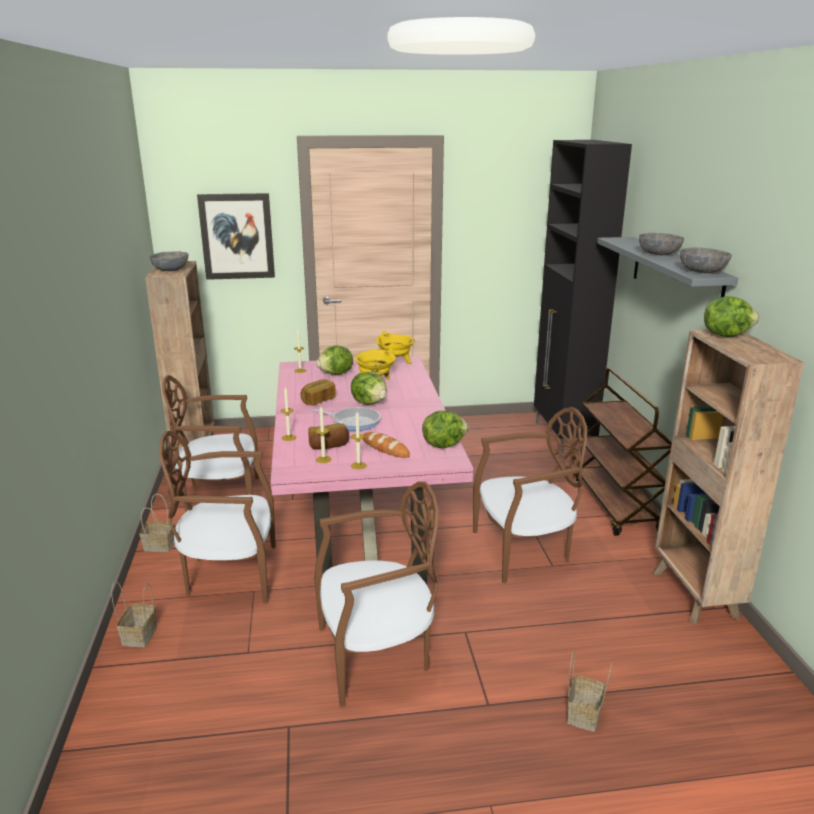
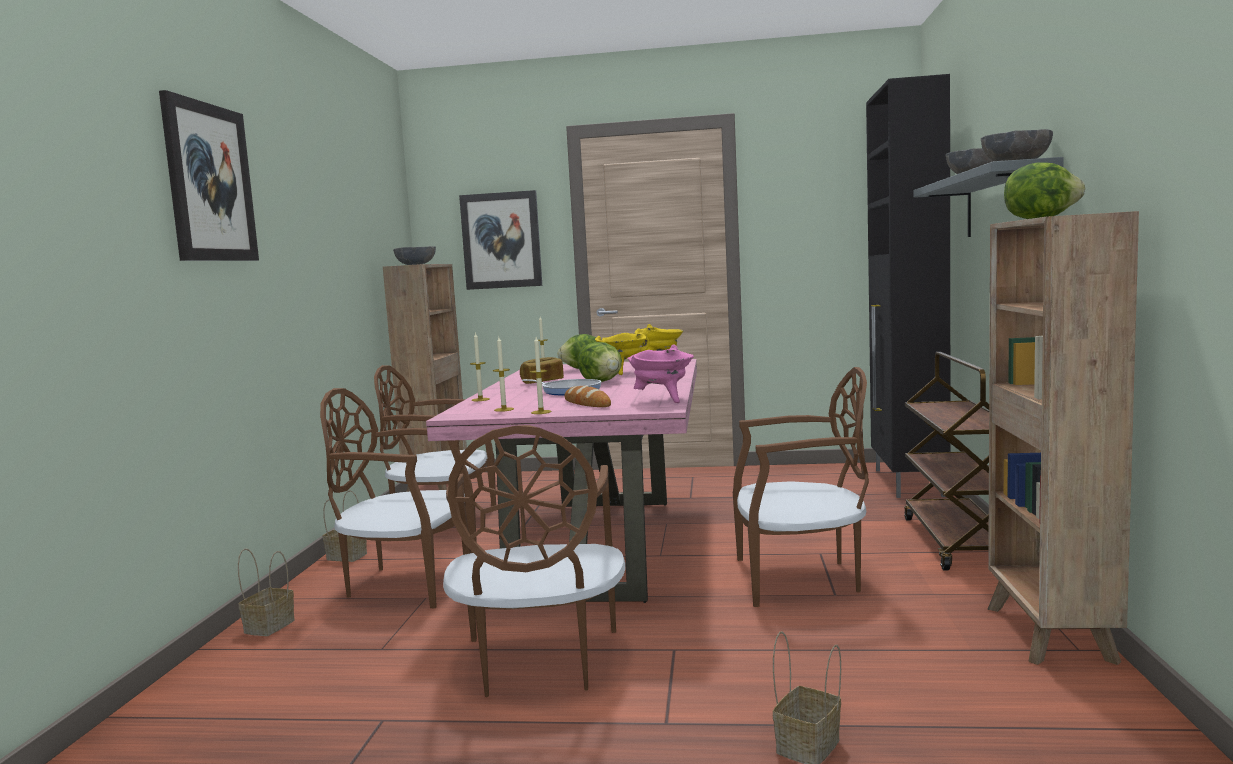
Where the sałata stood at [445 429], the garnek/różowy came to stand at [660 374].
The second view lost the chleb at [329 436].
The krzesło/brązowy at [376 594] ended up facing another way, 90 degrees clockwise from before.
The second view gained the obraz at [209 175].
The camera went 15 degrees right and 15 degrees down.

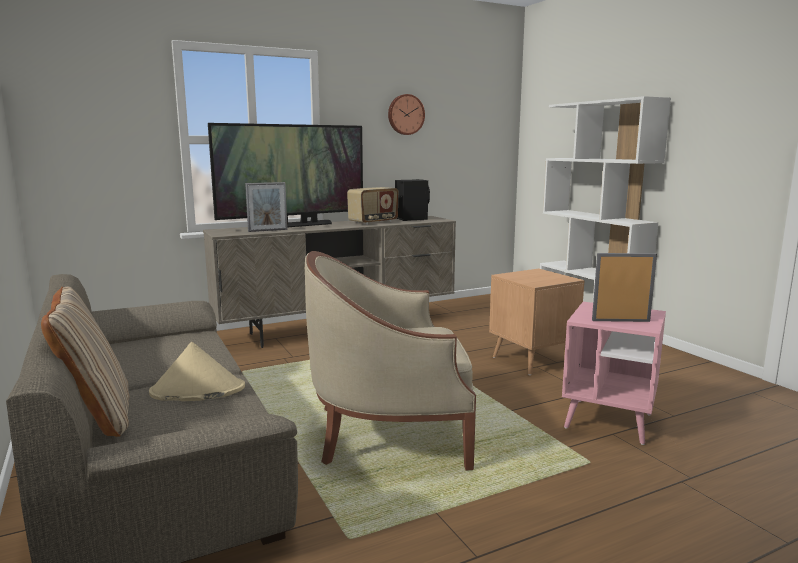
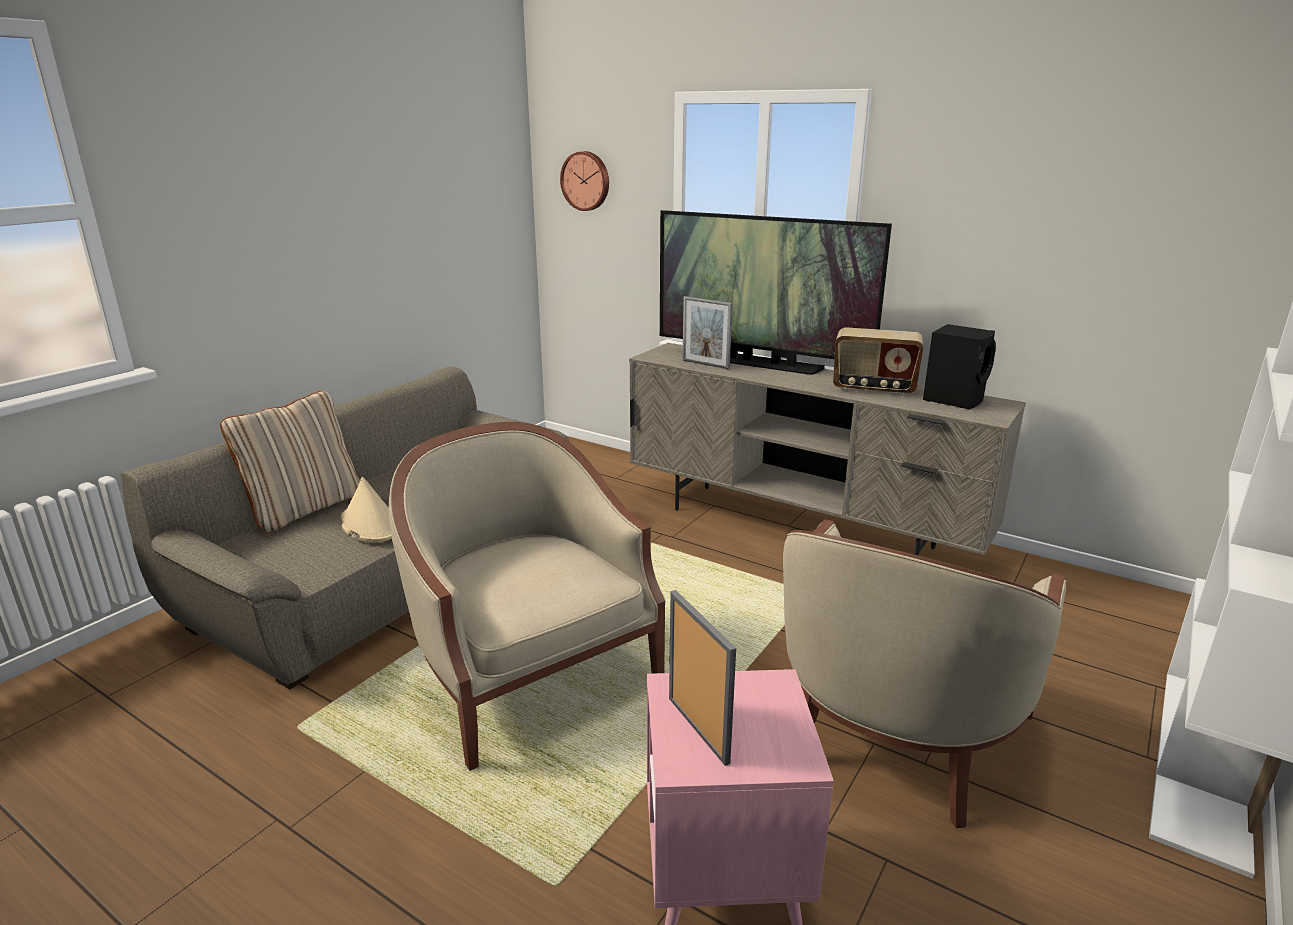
The zegar ścienny ended up elsewhere, having gone from [406 114] to [584 181].
Where the stolik/brązowy stood at [537 322], the fotel/beżowy came to stand at [924 674].
The camera went 60 degrees right and 10 degrees up.

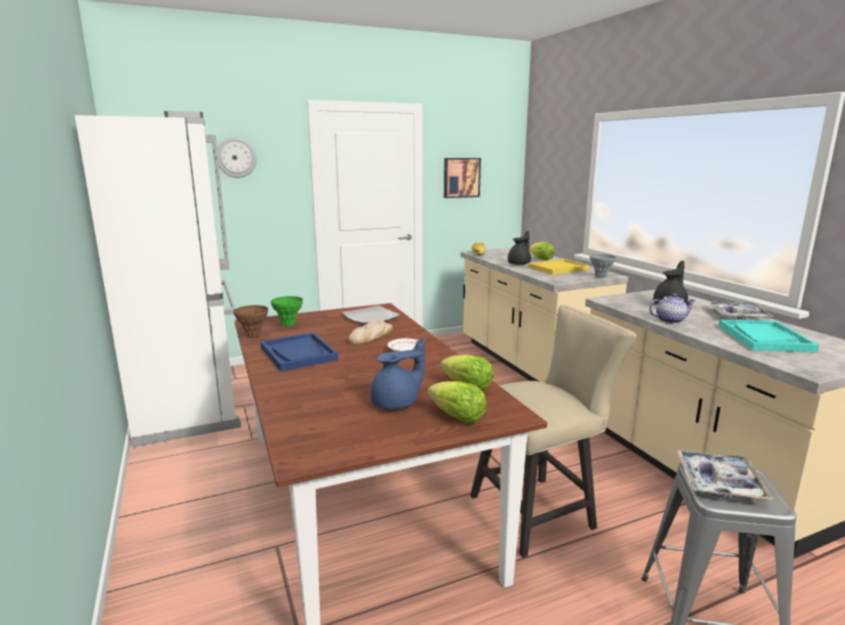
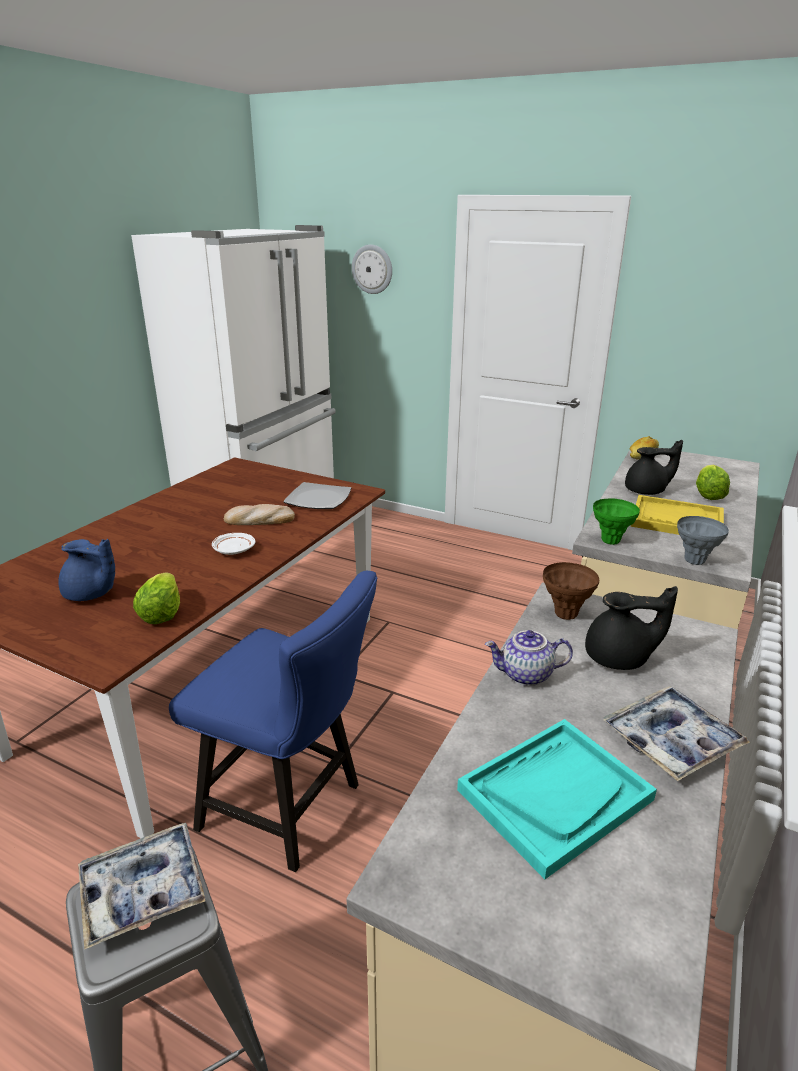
The second view lost the obraz at [462 178].
The imbryk at [672 308] ended up facing another way, 135 degrees clockwise from before.
The wazon/zielony ended up elsewhere, having gone from [287 311] to [616 522].
The wazon/brązowy ended up elsewhere, having gone from [250 321] to [571 591].
What was the krzesło/beżowy at [553 431] turned into the krzesło/niebieski at [273 721].
The second view lost the taca/niebieski at [299 351].
The second view lost the sałata at [457 402].
The camera went 50 degrees right and 10 degrees up.

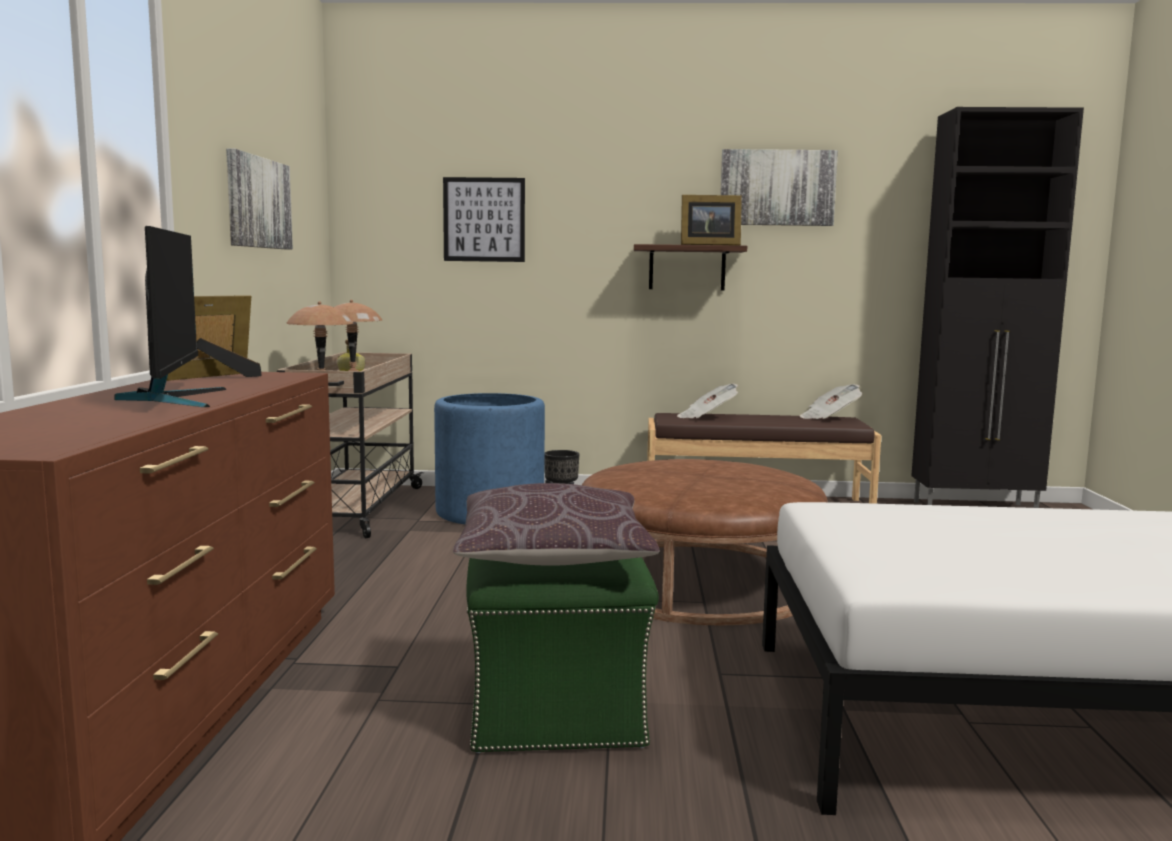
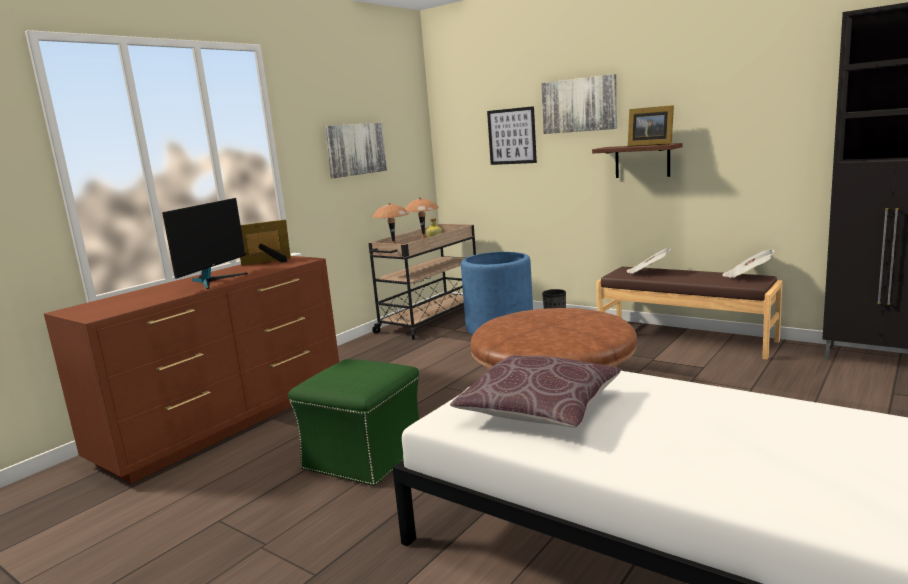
The obraz ended up elsewhere, having gone from [779 187] to [579 104].
The poduszka/brązowy ended up elsewhere, having gone from [556 524] to [535 391].
The camera went 35 degrees right and 5 degrees up.

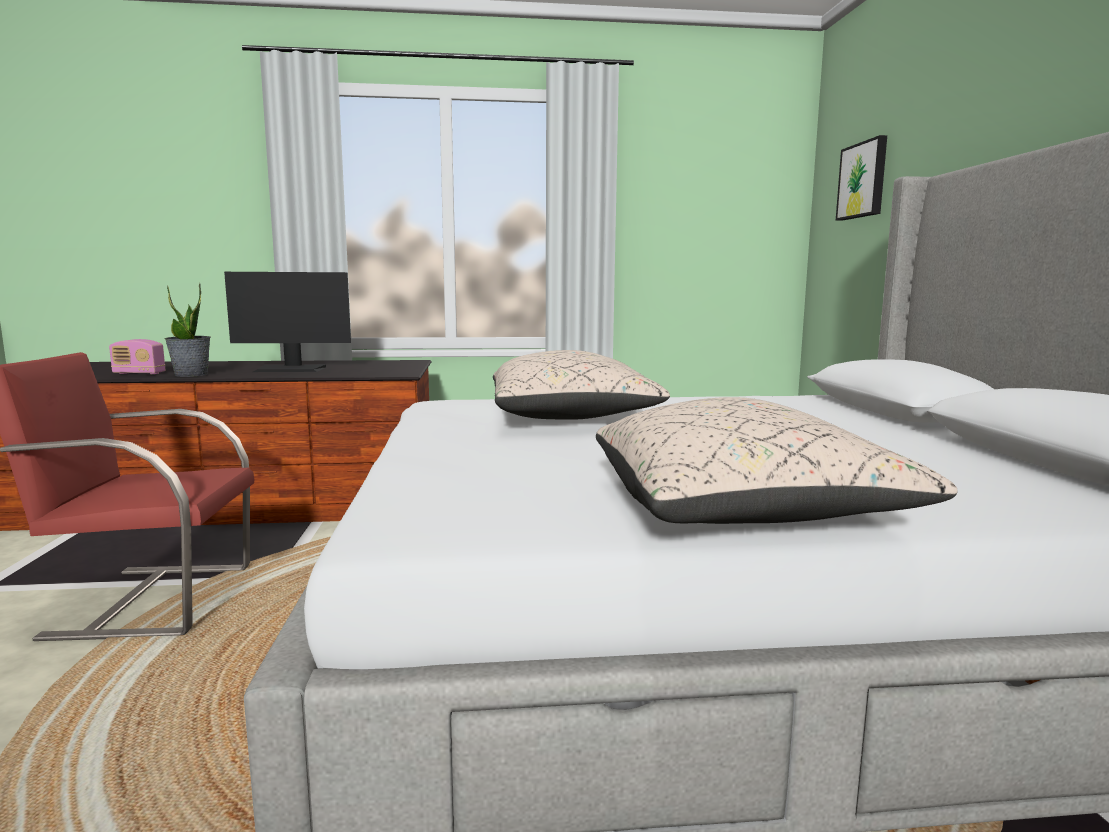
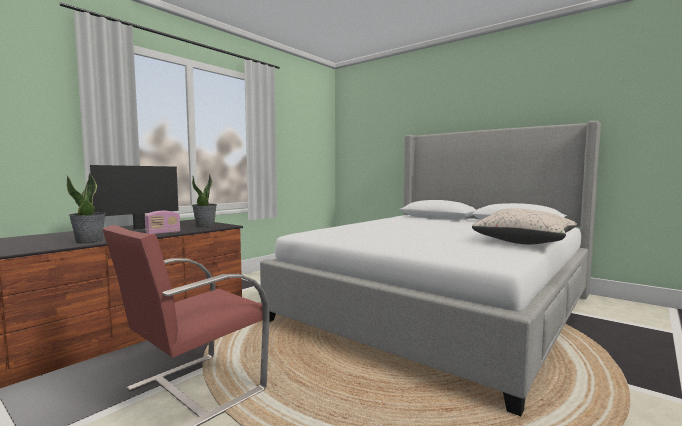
The second view lost the obraz at [861 178].
The radio ended up elsewhere, having gone from [137 356] to [162 222].
The second view lost the poduszka/beżowy at [581 385].
The second view gained the roślina doniczkowa at [204 200].
The camera went 45 degrees left and 5 degrees down.

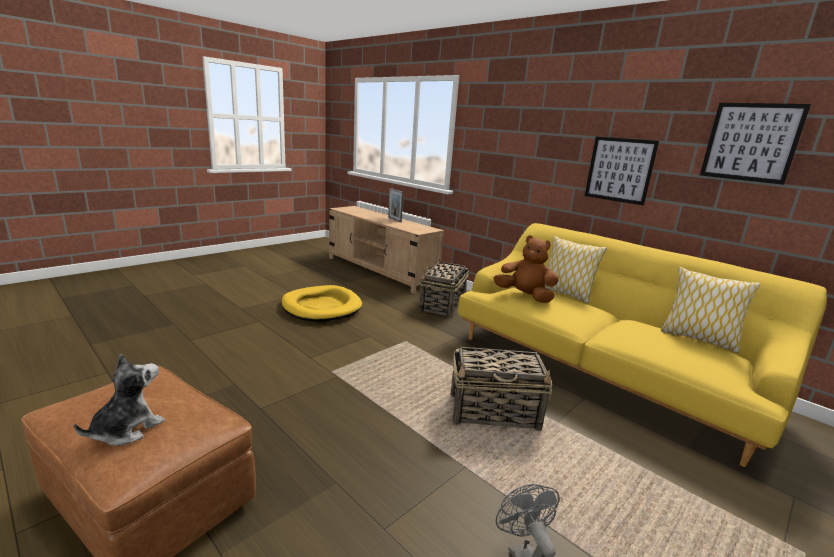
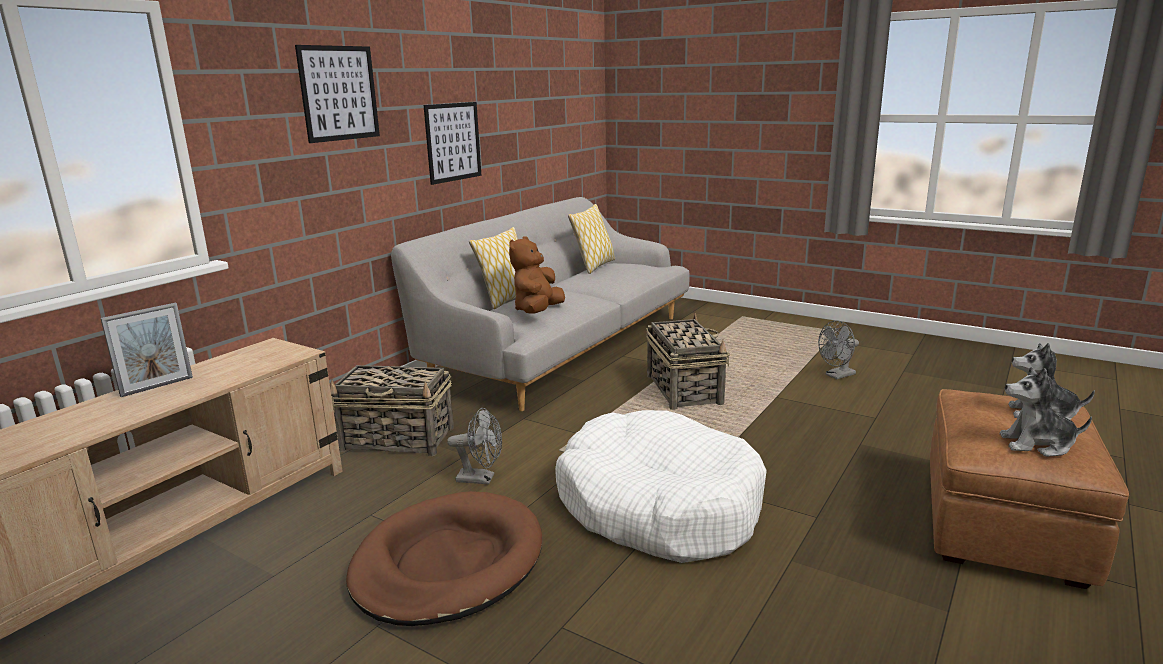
The obraz ended up elsewhere, having gone from [755 144] to [337 94].
What was the kanapa/żółty at [642 345] turned into the kanapa/szary at [540 304].
What was the legowisko/żółty at [321 303] turned into the legowisko/brązowy at [444 558].
The second view gained the pluszak at [1045 412].
The second view gained the wentylator/szary at [474 446].
The second view gained the legowisko/biały at [661 486].
The camera went 100 degrees left and 0 degrees up.

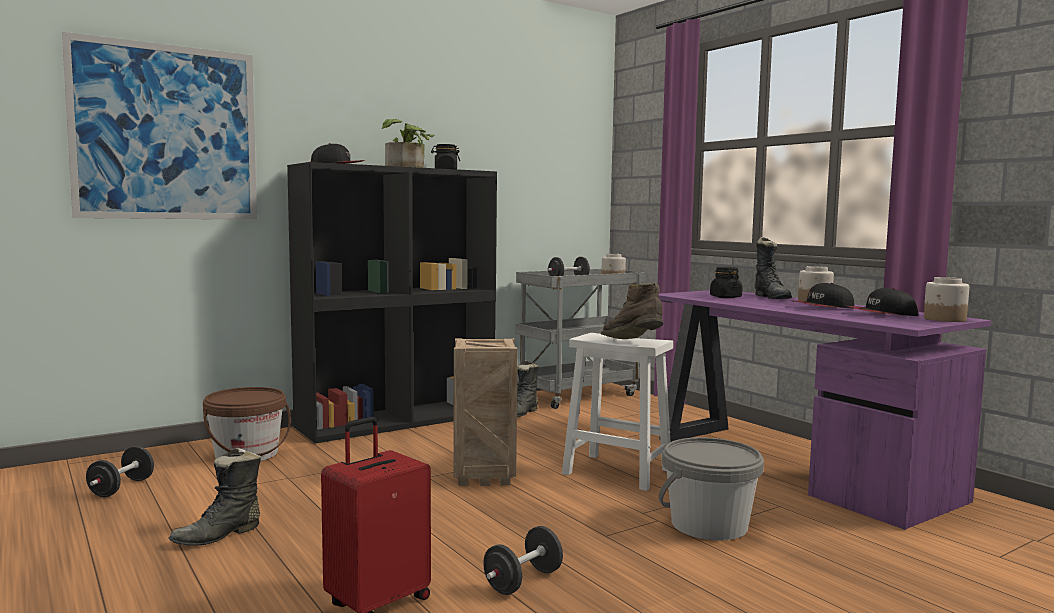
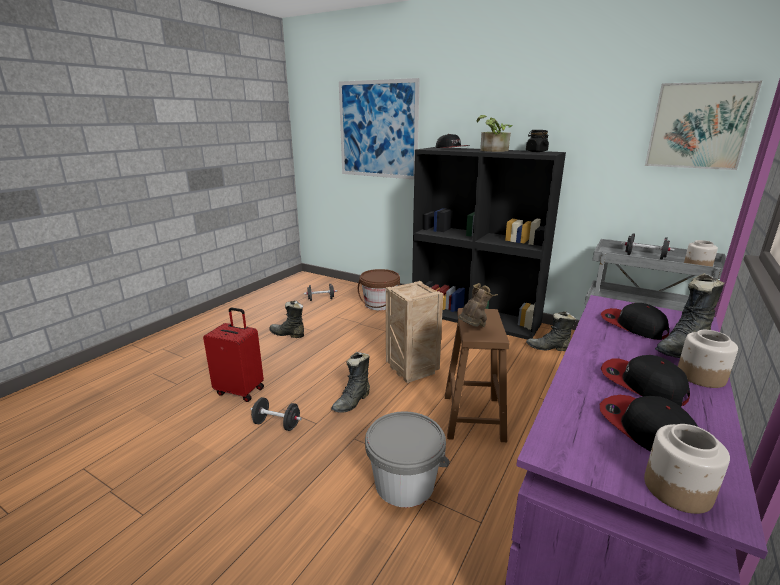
Where the słoik/czarny stood at [726 282], the czapka z daszkiem came to stand at [635 321].
What was the stołek/biały at [617 412] turned into the stołek/brązowy at [477 375].
The second view gained the obraz at [703 125].
The second view gained the but z cholewką/czarny at [350 382].
The camera went 65 degrees right and 15 degrees up.

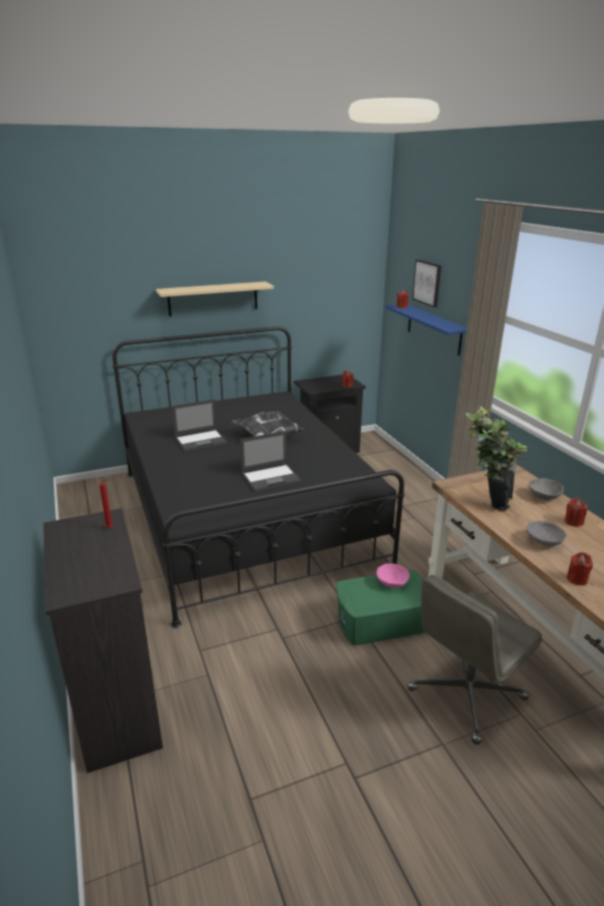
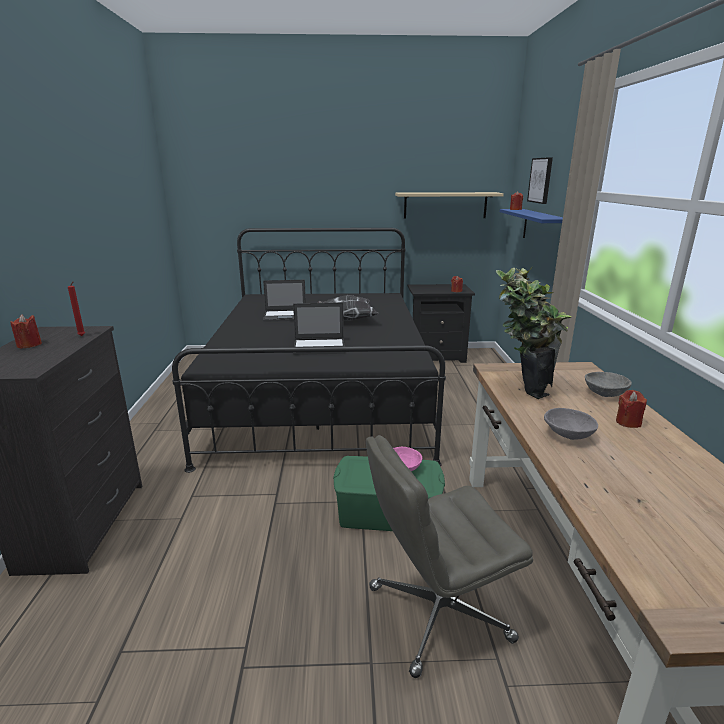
The półka/beżowy ended up elsewhere, having gone from [215 298] to [449 205].
The świeca/czerwony ended up elsewhere, having gone from [580 569] to [26 331].
The camera went 20 degrees right and 5 degrees down.

